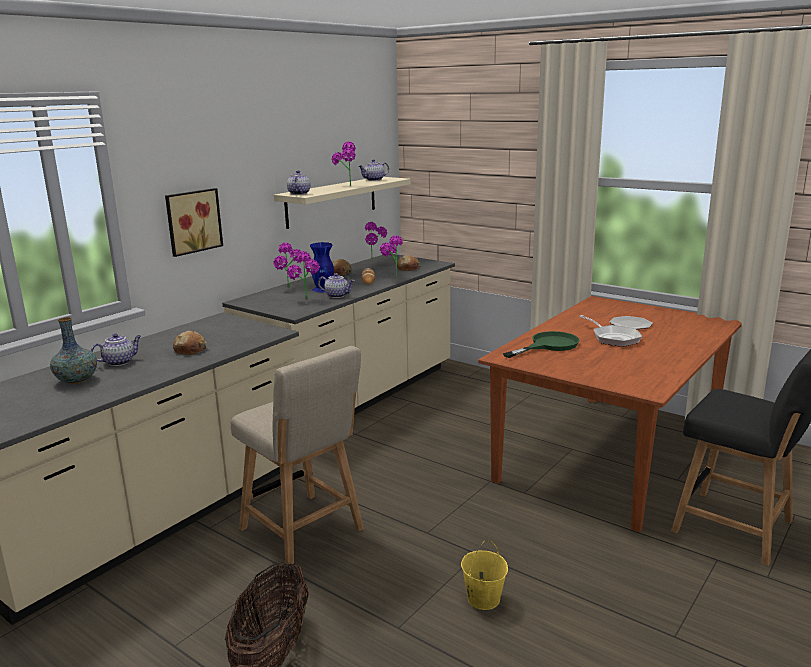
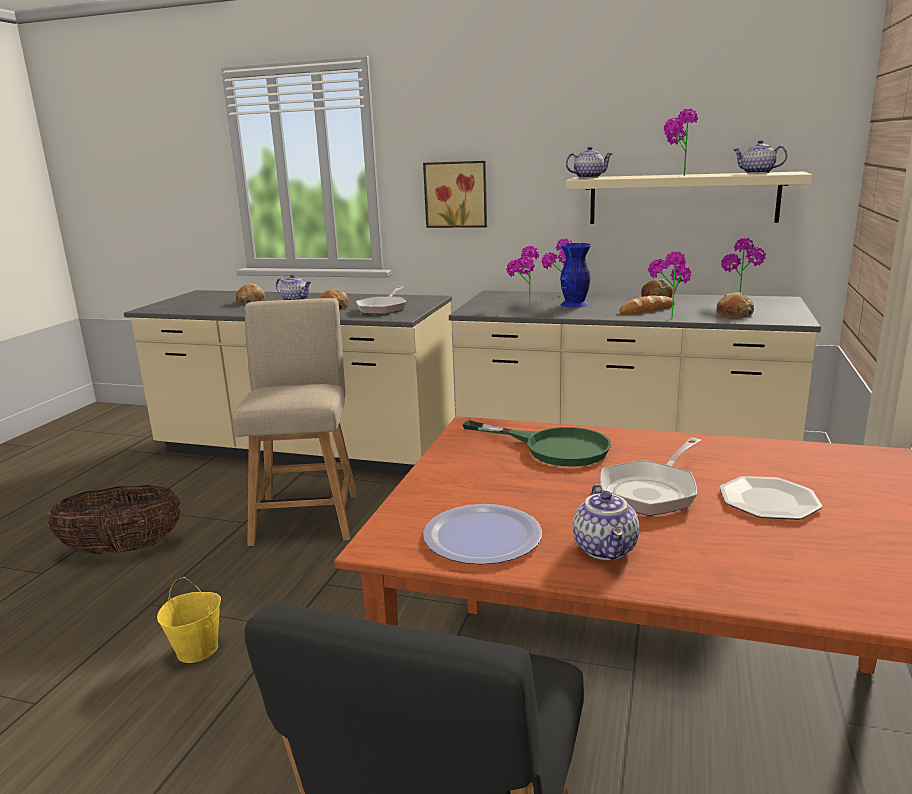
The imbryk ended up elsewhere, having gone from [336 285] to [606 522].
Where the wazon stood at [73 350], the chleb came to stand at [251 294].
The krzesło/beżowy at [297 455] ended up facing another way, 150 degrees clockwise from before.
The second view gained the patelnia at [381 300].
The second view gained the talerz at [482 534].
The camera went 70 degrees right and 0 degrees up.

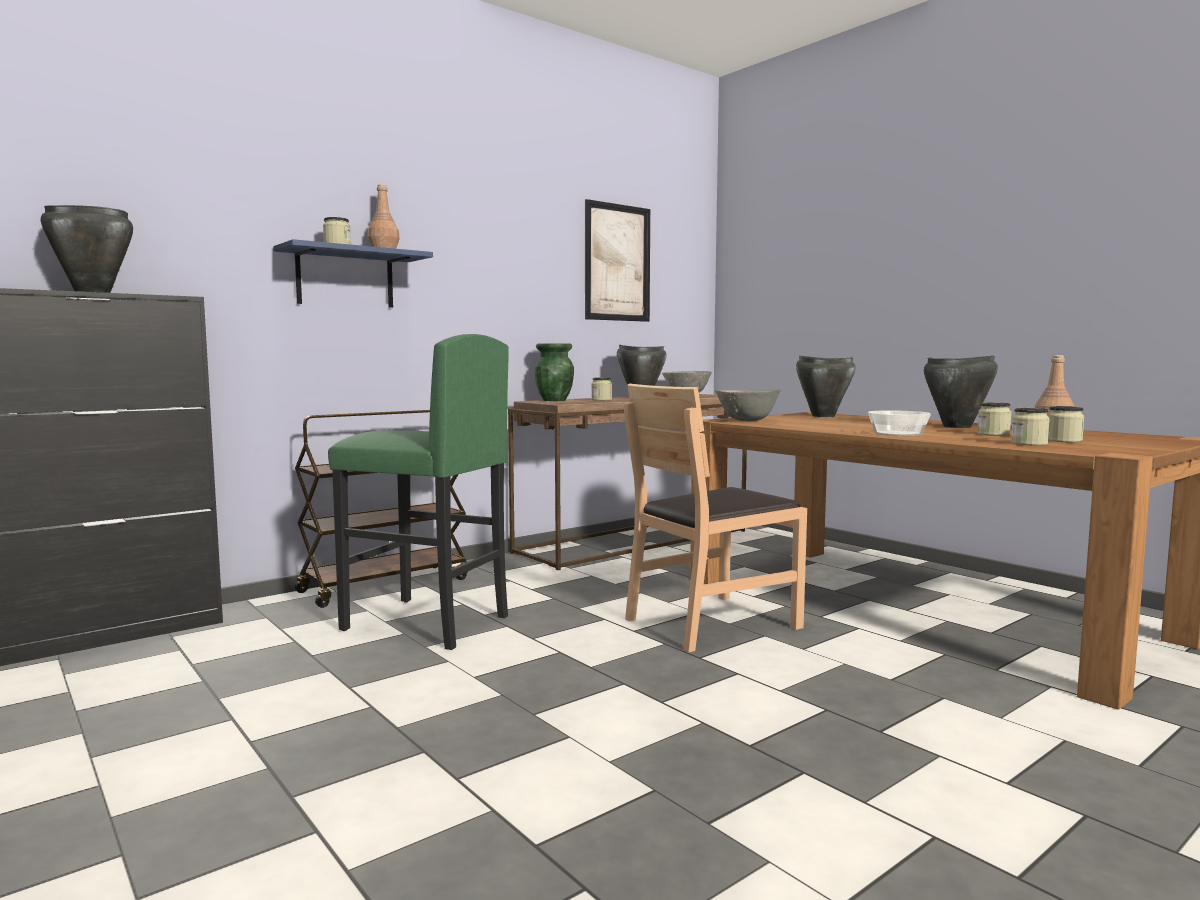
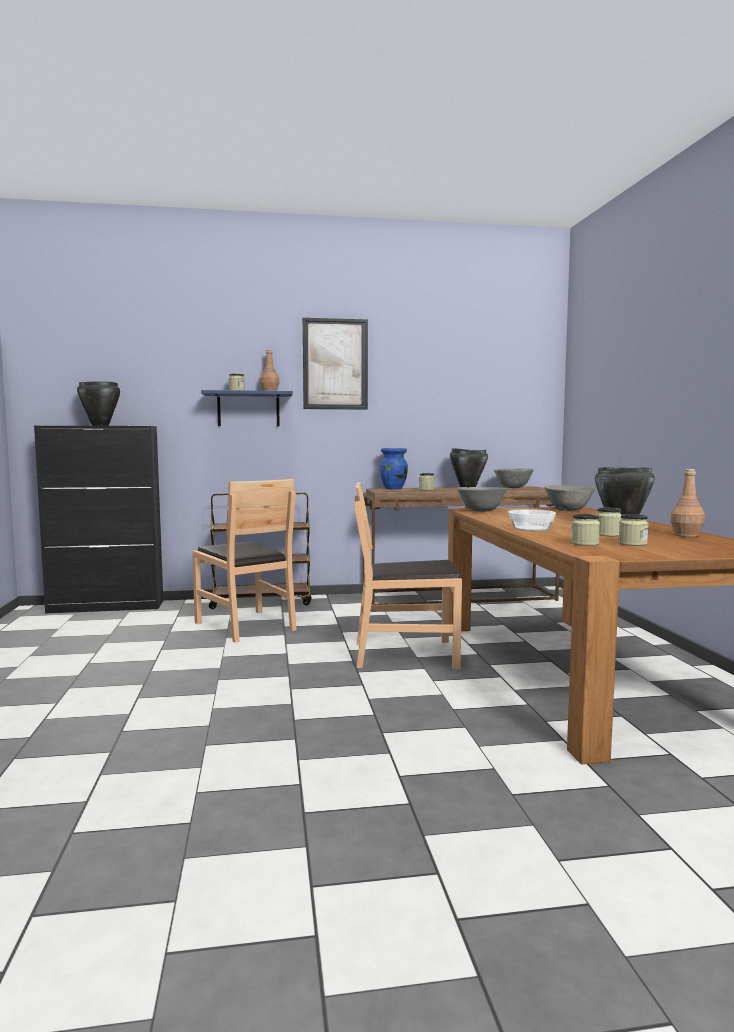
The obraz ended up elsewhere, having gone from [617 260] to [335 364].
Where the stołek/zielony stood at [418 492], the krzesło/brązowy came to stand at [244 561].
What was the wazon/zielony at [554 372] turned into the wazon/niebieski at [394 468].
Where the garnek/czarny stood at [825 386], the miska/szary came to stand at [570 498].
The camera went 30 degrees right and 0 degrees up.

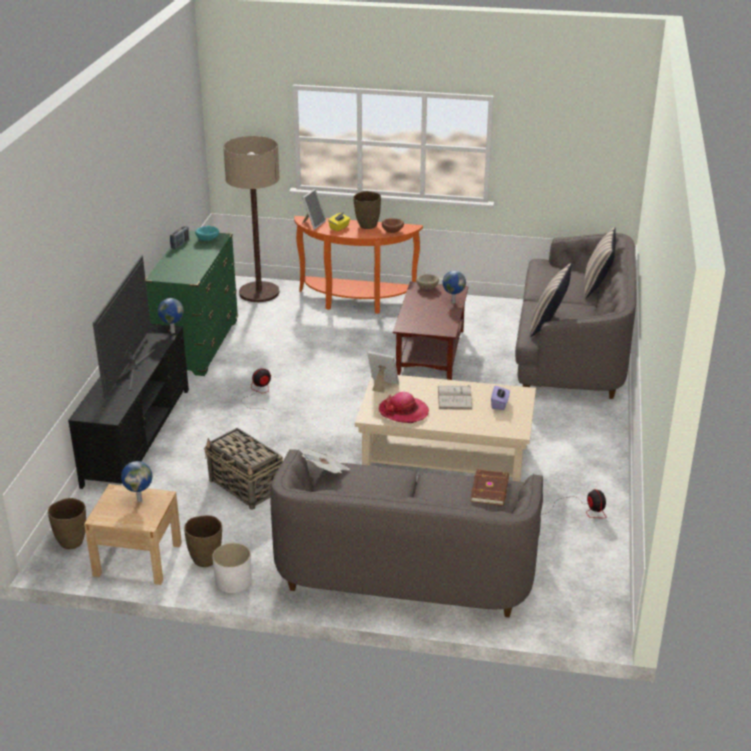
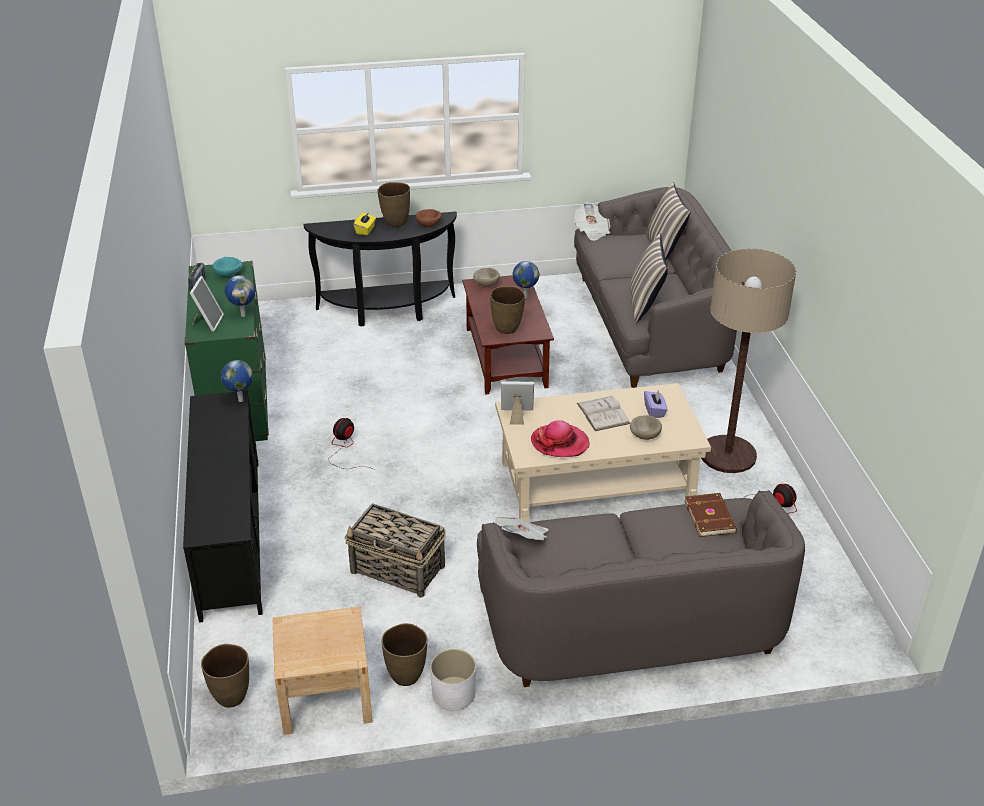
The lampa stojąca ended up elsewhere, having gone from [251 219] to [748 361].
The ramka na zdjęcie ended up elsewhere, having gone from [314 209] to [207 304].
What was the stolik konsolowy/pomarańczowy at [358 265] turned into the stolik konsolowy/czarny at [380 269].
The second view lost the telewizor at [124 326].
The globus ended up elsewhere, having gone from [137 481] to [240 296].
The second view gained the gazeta at [592 222].
The second view gained the wazon/brązowy at [507 310].
The second view gained the miska/beżowy at [646 427].
The camera went 20 degrees left and 5 degrees up.

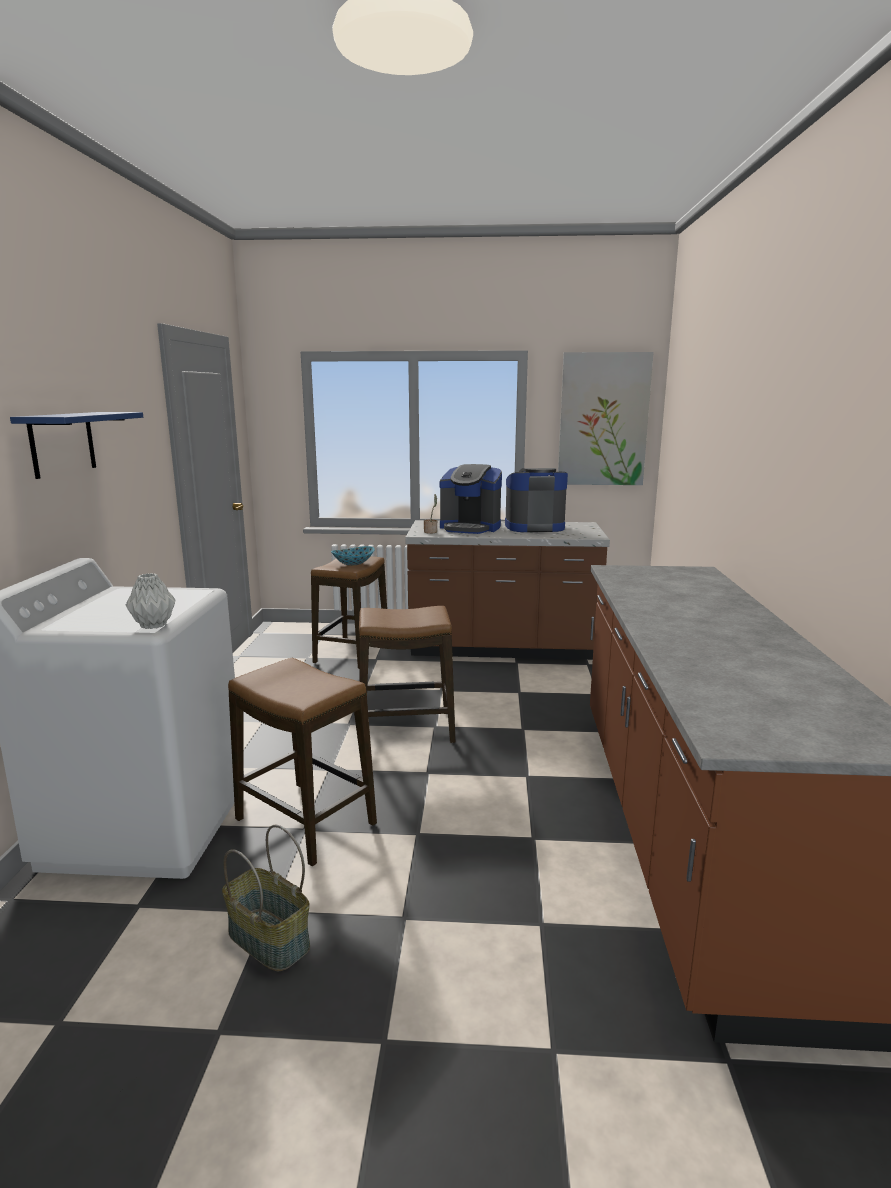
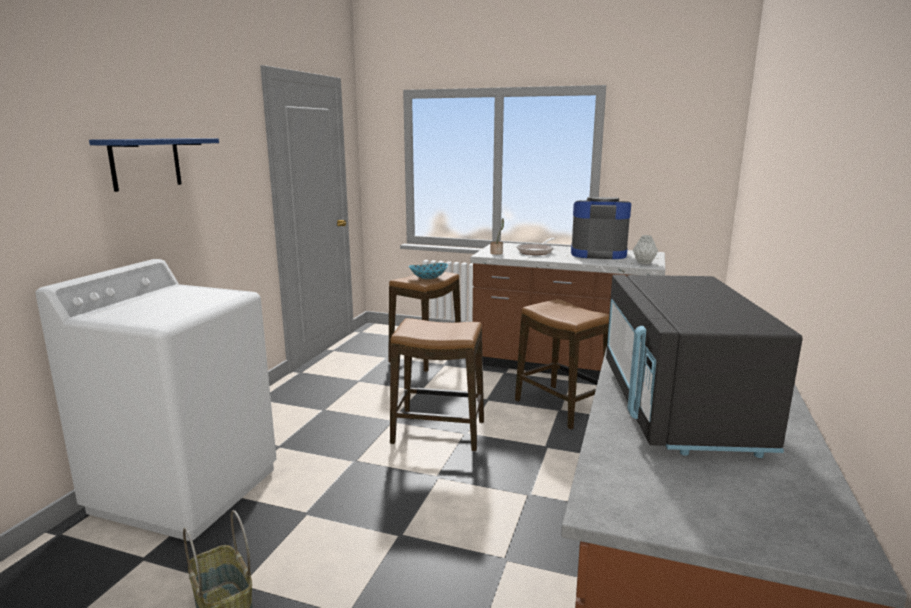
The second view lost the obraz at [606 418].
Where the ekspres do kawy stood at [471 499], the patelnia came to stand at [535 246].
The wazon/szary ended up elsewhere, having gone from [151 601] to [645 249].
The stołek ended up elsewhere, having gone from [302 762] to [562 364].
The second view gained the mikrofalówka/czarny at [704 366].
The camera went 15 degrees right and 0 degrees up.

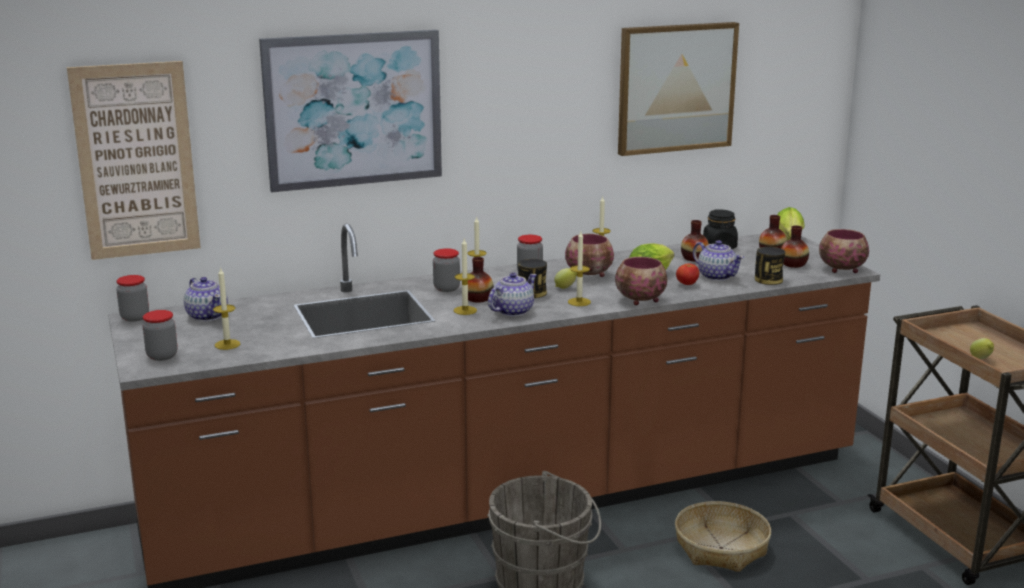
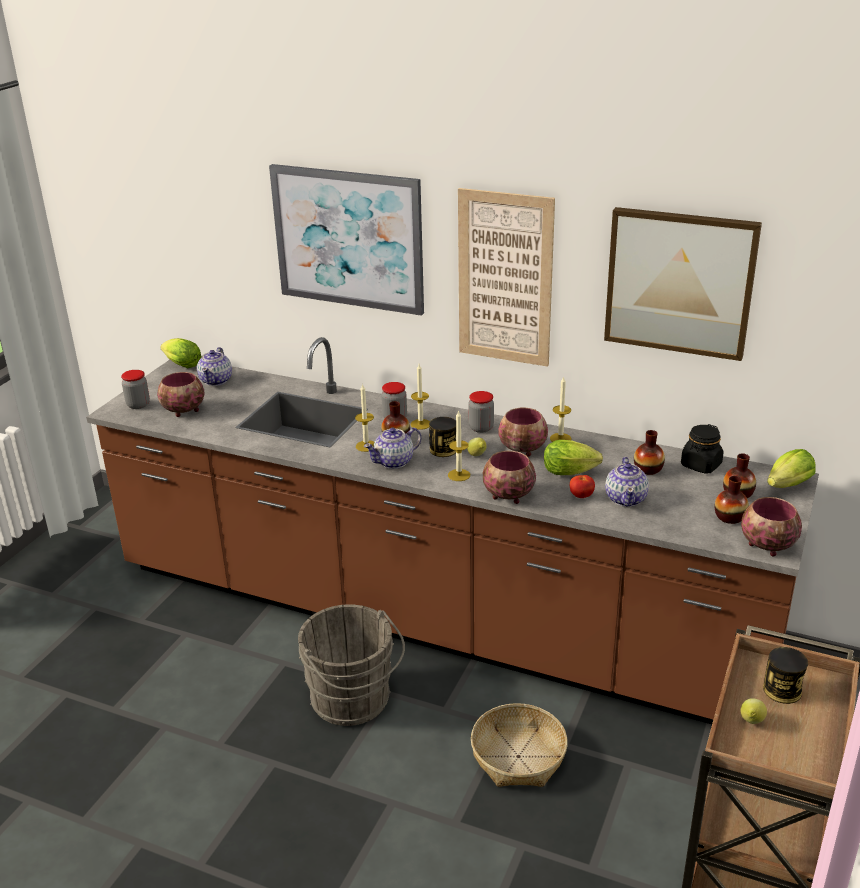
The obraz ended up elsewhere, having gone from [134 160] to [506 277].
The puszka ended up elsewhere, having gone from [770 266] to [785 675].
Where the świeca stood at [226 308], the miska came to stand at [181 394].
The imbryk at [512 294] ended up facing another way, 150 degrees clockwise from before.
Where the słoik stood at [132 298], the sałata came to stand at [181 353].
The camera went 45 degrees right and 10 degrees up.

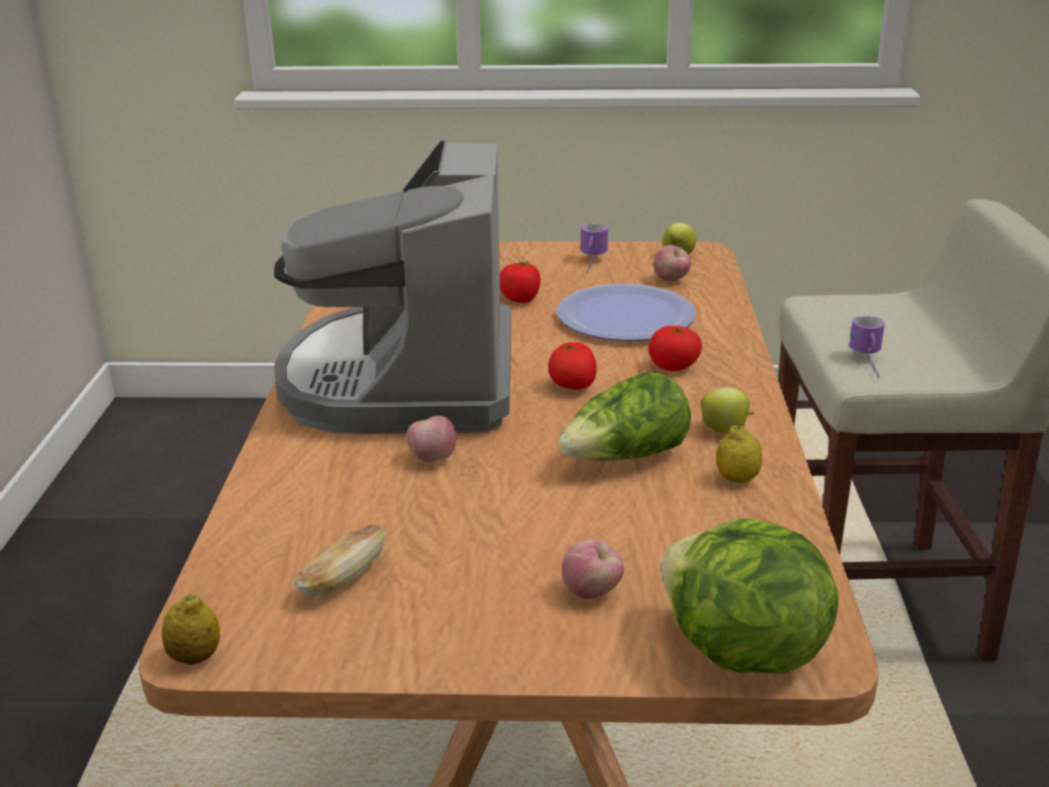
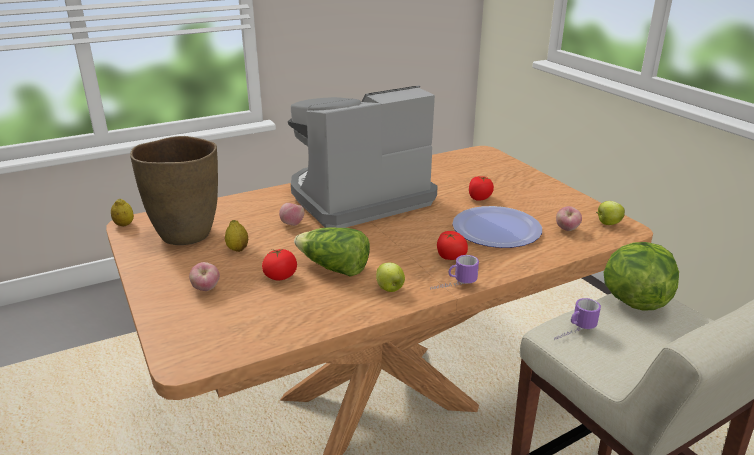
The kubek ended up elsewhere, having gone from [594 248] to [454 272].
The pomidor ended up elsewhere, having gone from [572 366] to [279 265].
The cytryna ended up elsewhere, having gone from [739 454] to [236 236].
The sałata ended up elsewhere, having gone from [750 595] to [641 276].
Where the chleb stood at [340 560], the wazon/brązowy came to stand at [174 190].
The camera went 60 degrees right and 0 degrees up.

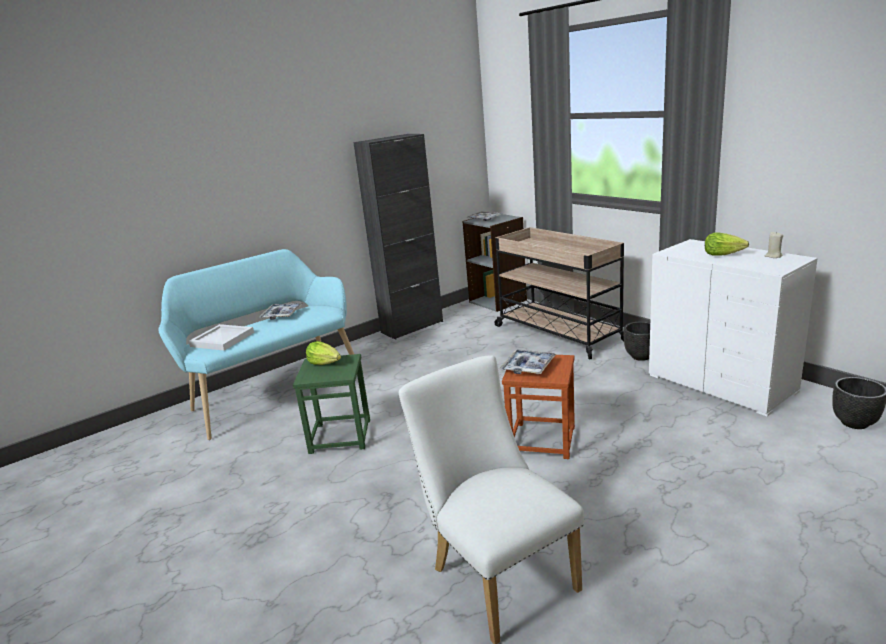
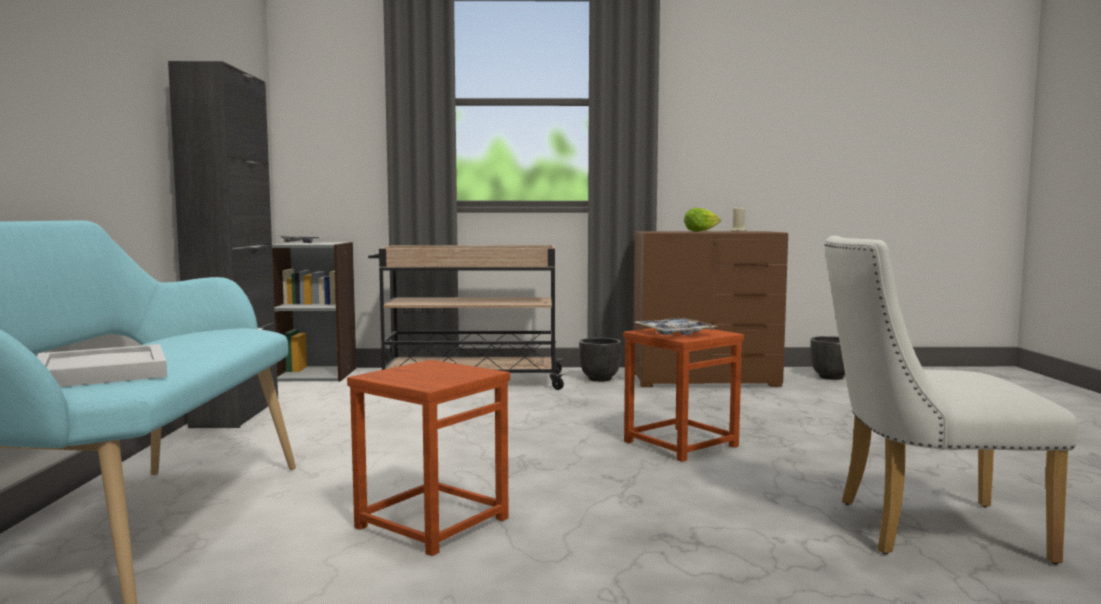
What was the komoda/biały at [733 327] turned into the komoda/brązowy at [710 309].
The second view lost the taca at [281 311].
The second view lost the sałata at [323 353].
What was the stołek/zielony at [331 404] turned into the stołek/brązowy at [428 458].
The camera went 55 degrees left and 15 degrees down.

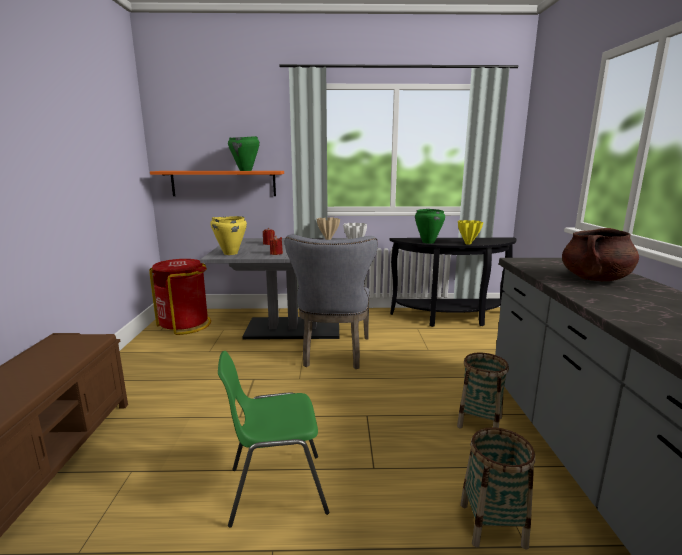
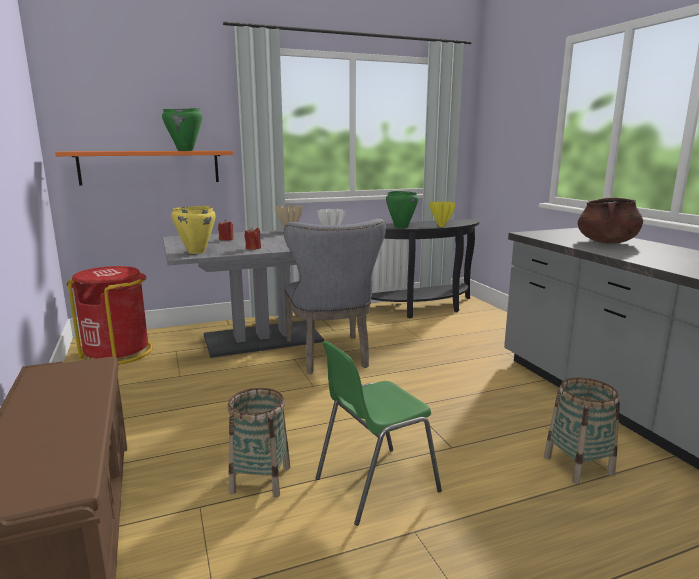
The koszyk ended up elsewhere, having gone from [483 391] to [259 443].
The camera went 20 degrees left and 0 degrees up.

